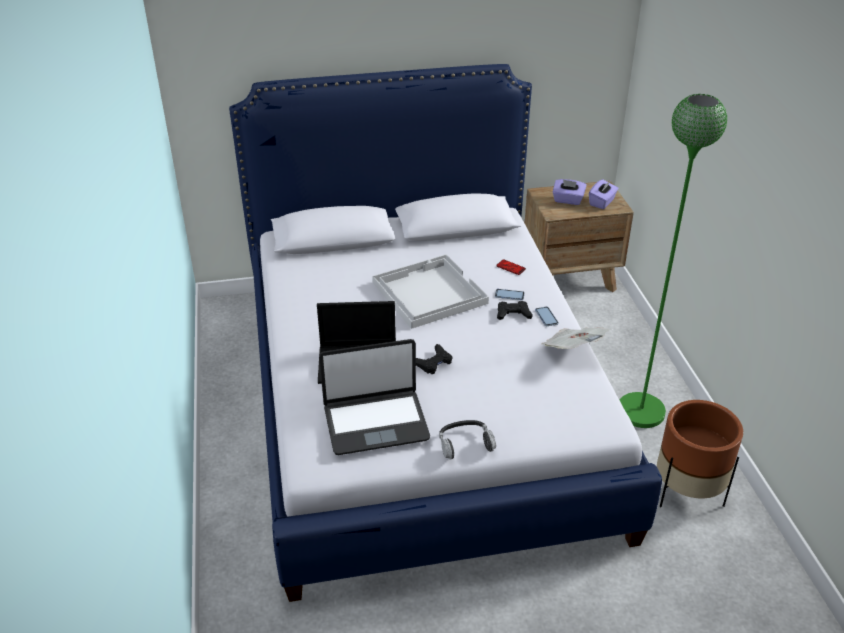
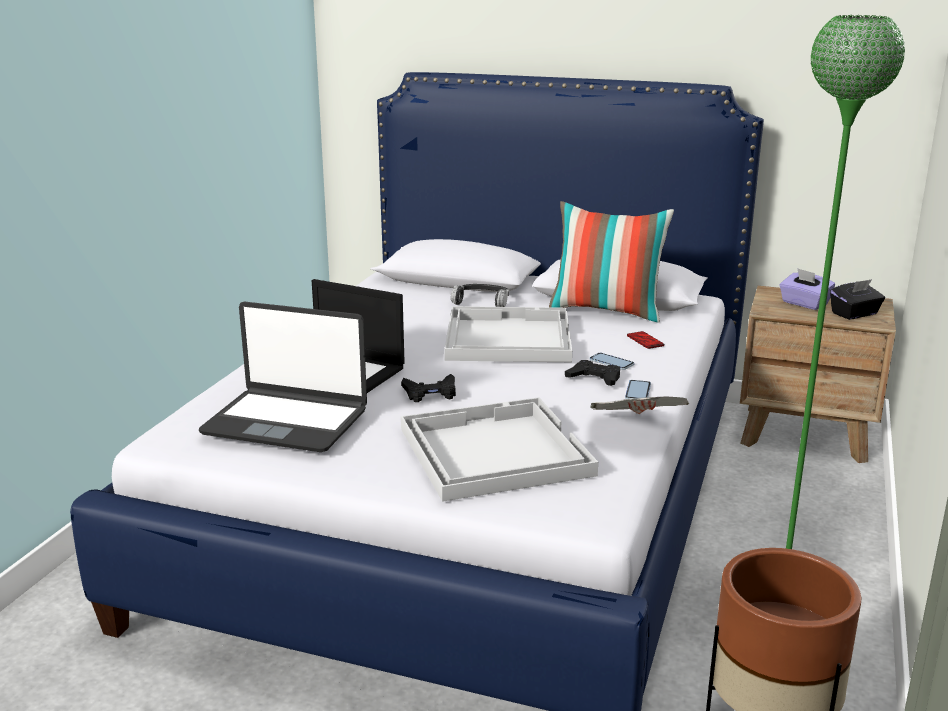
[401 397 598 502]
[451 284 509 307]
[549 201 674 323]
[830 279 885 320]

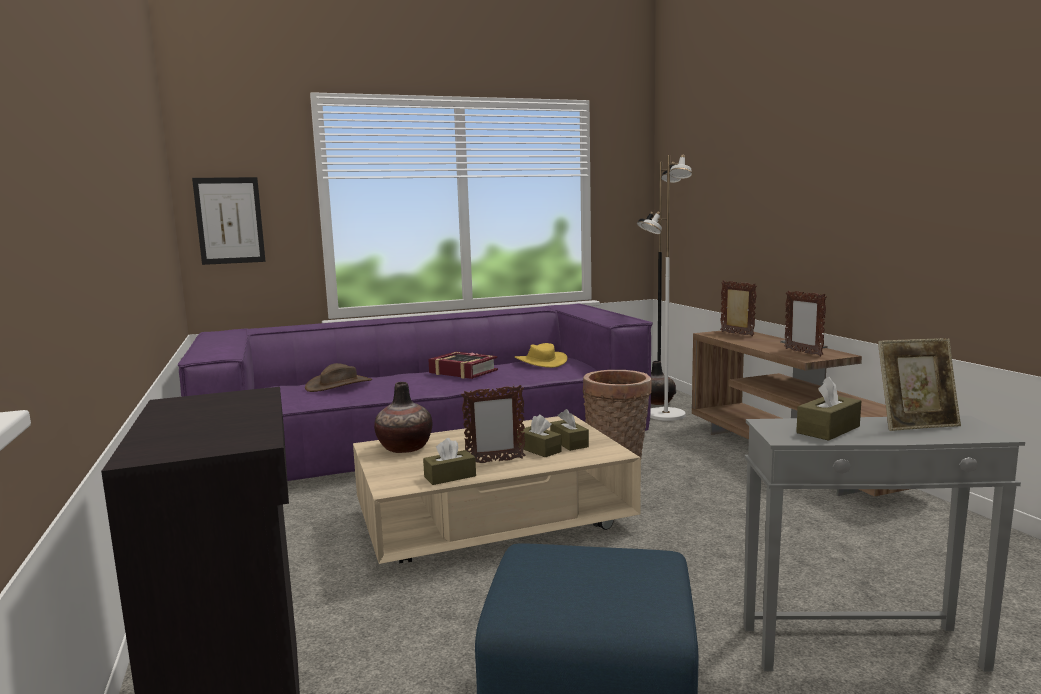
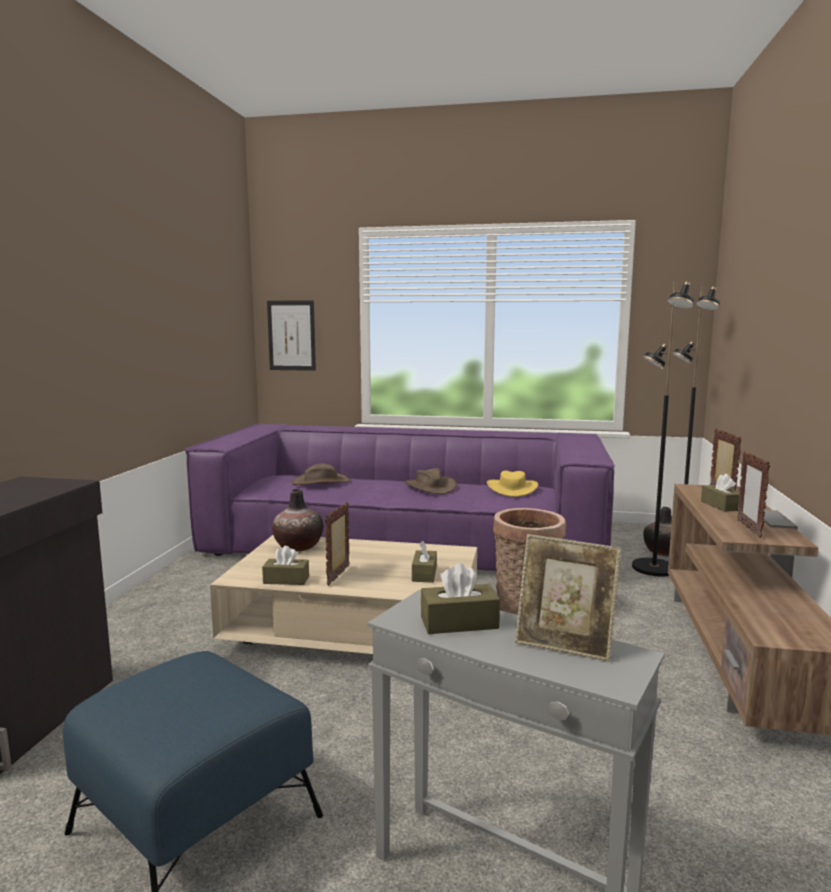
[325 502 349 586]
[404 468 457 494]
[632 282 694 577]
[701 474 740 512]

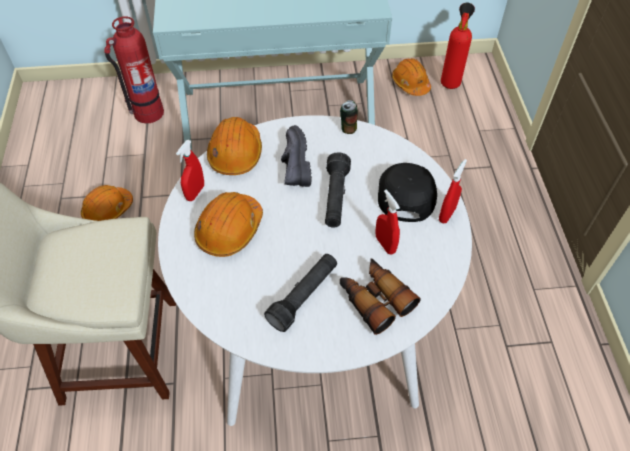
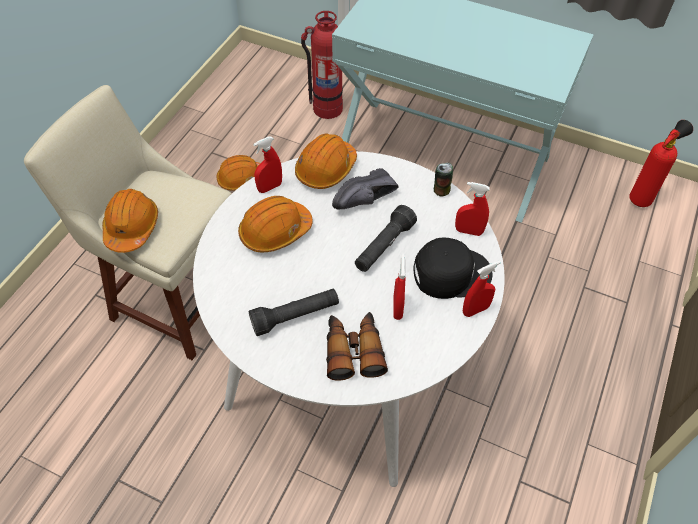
[102 189 158 253]
[332 168 399 210]
[413 238 493 299]
[455 182 490 236]

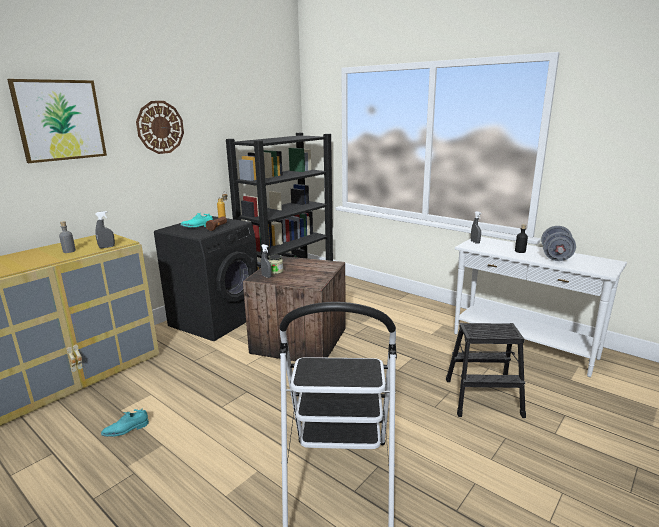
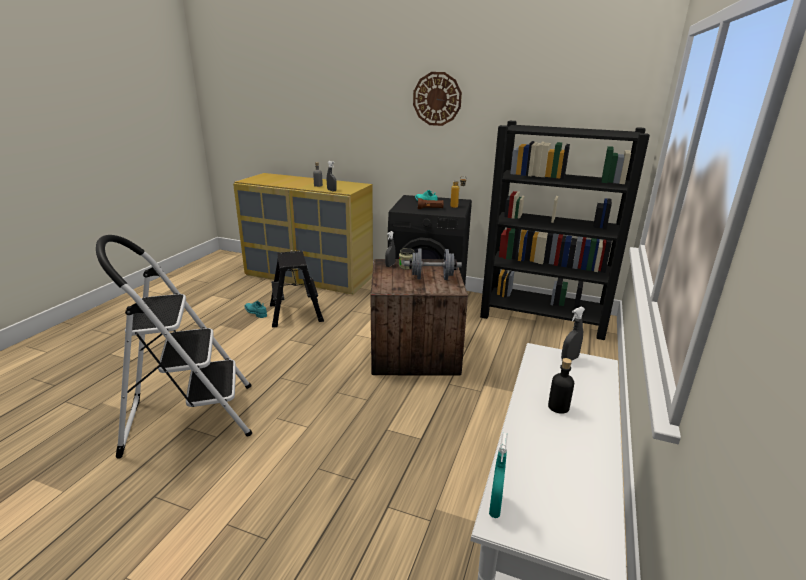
[270 251 324 328]
[404 249 462 280]
[489 433 507 518]
[7 79 107 163] (first image)

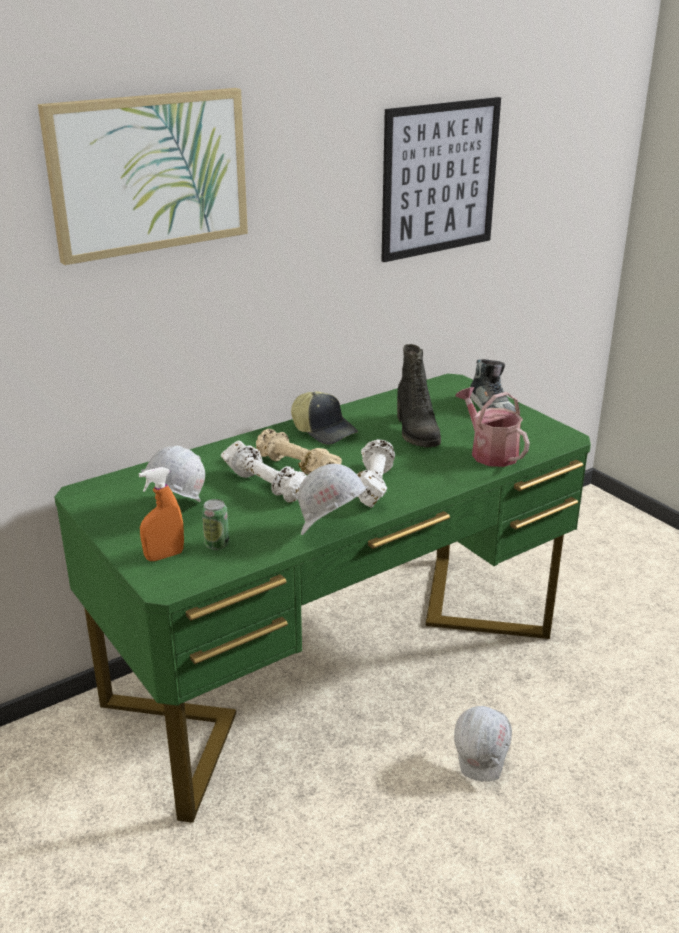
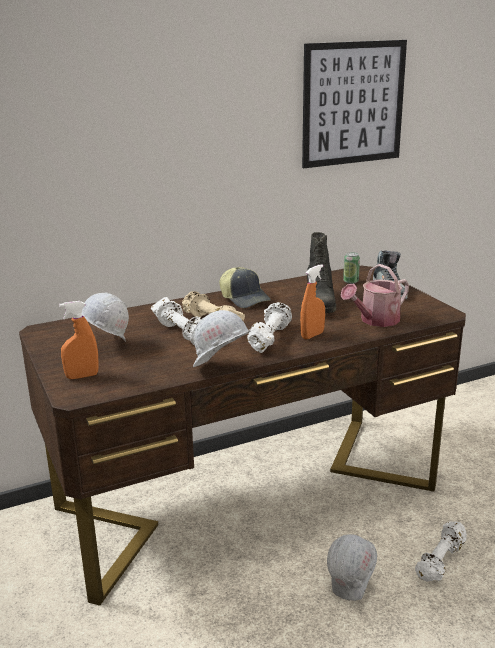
[19 266 466 606]
[300 264 325 339]
[340 264 409 327]
[343 252 360 284]
[415 521 467 582]
[38 88 248 265] (first image)

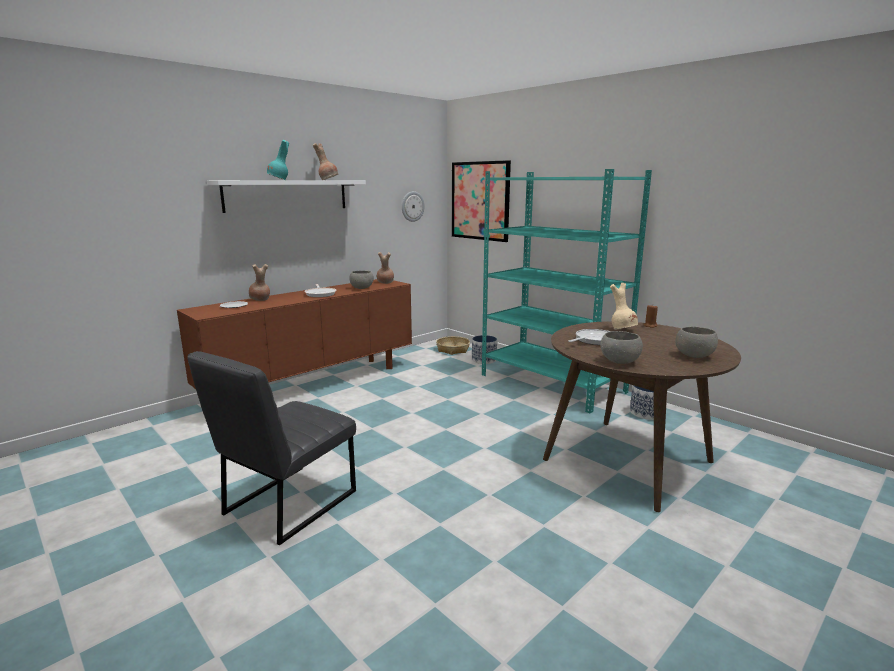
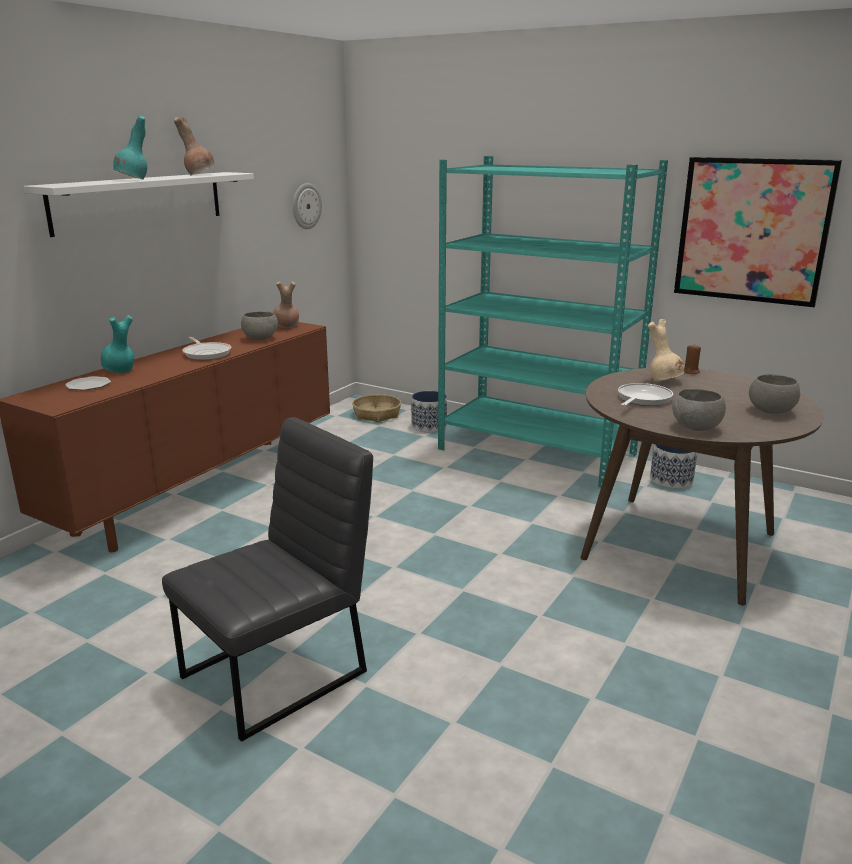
[101 315 135 373]
[162 417 373 742]
[674 157 842 307]

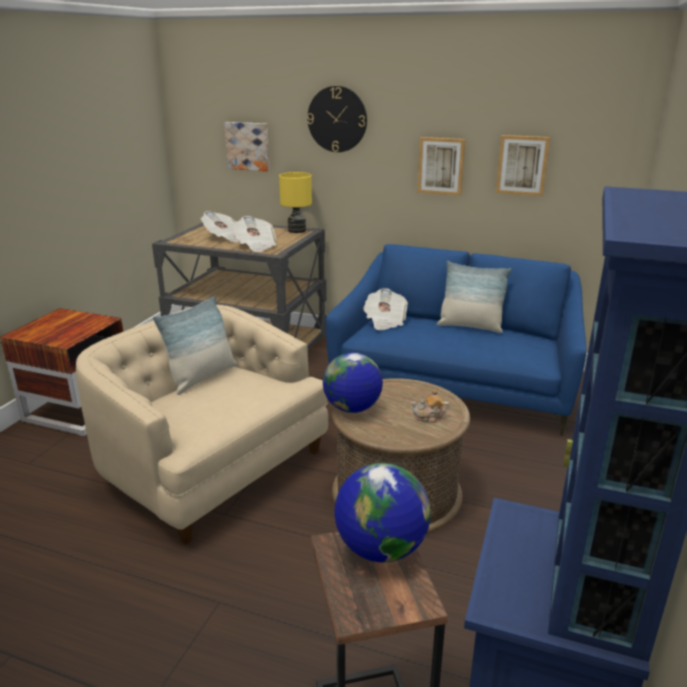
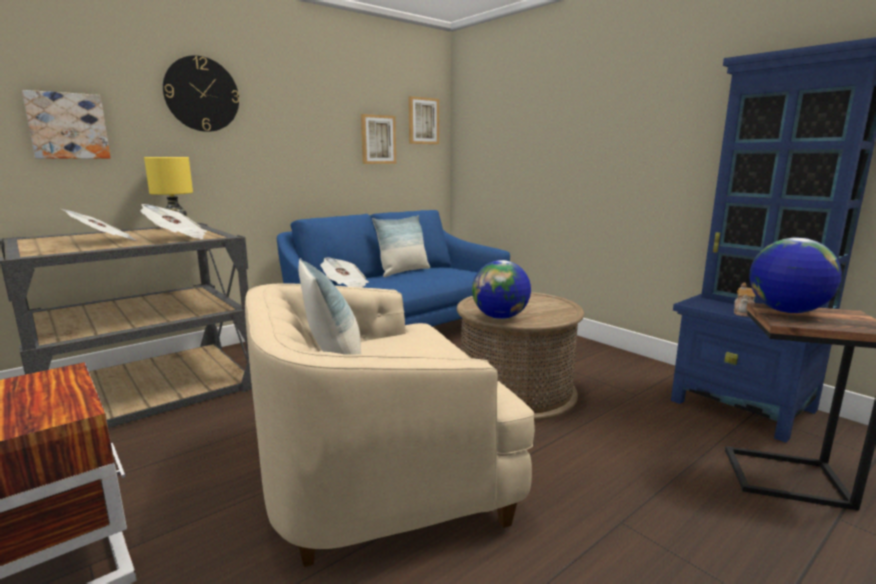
[408 96 439 144]
[734 283 756 317]

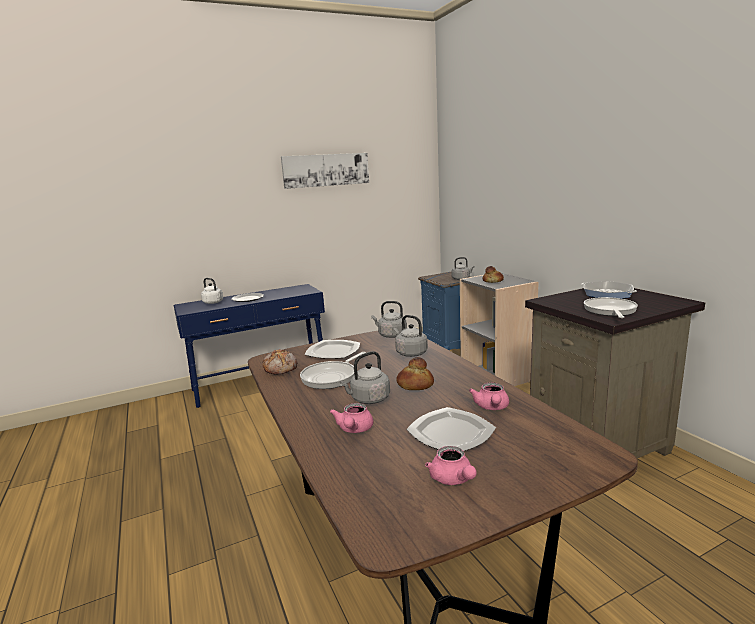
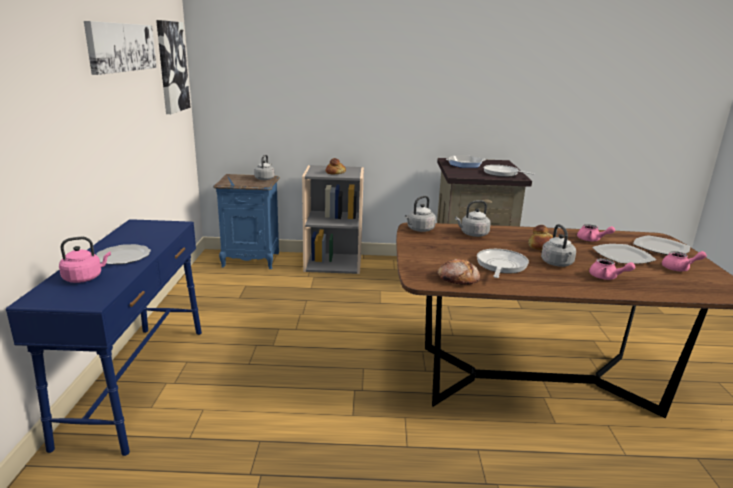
[59 237 111 283]
[156 20 190 114]
[477 249 529 278]
[633 235 690 255]

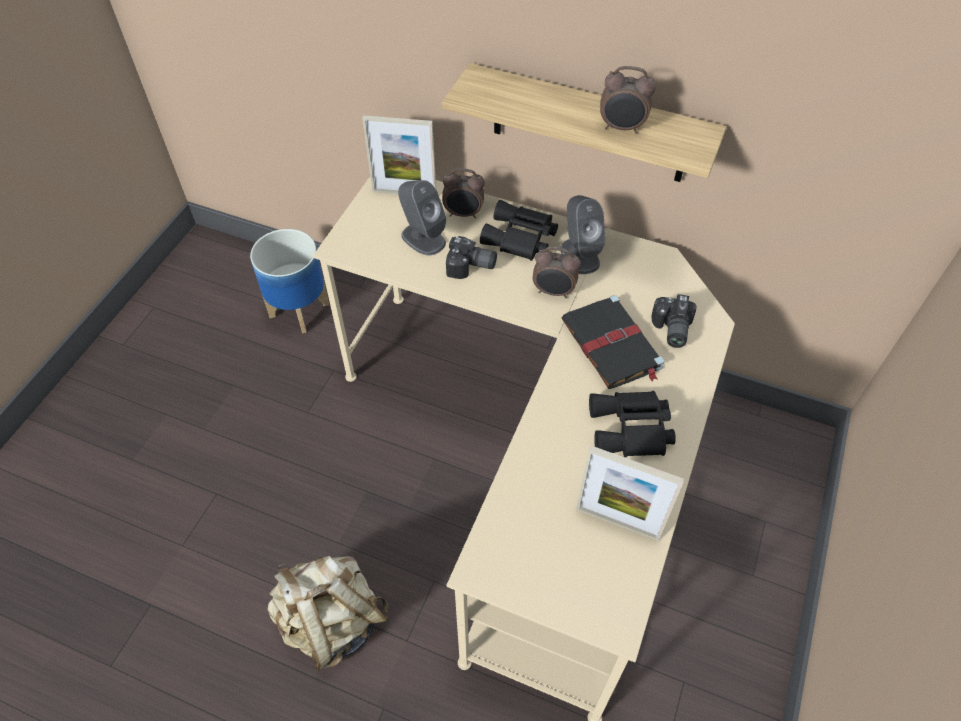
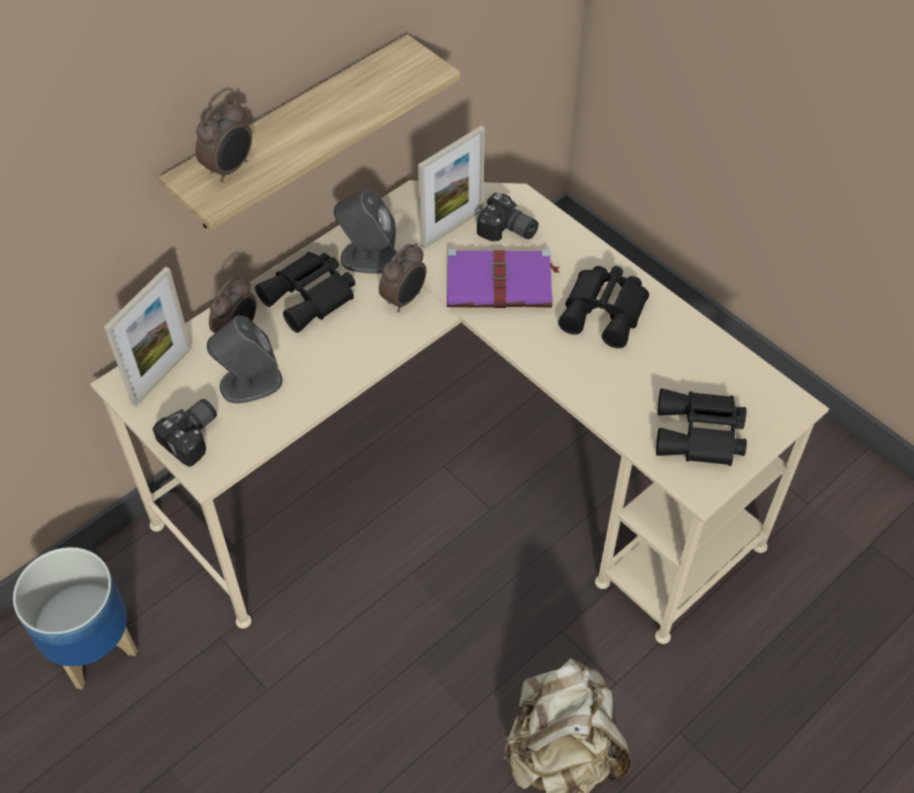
[153 399 217 467]
[195 99 252 182]
[418 125 485 249]
[447 249 559 308]
[656 389 747 466]

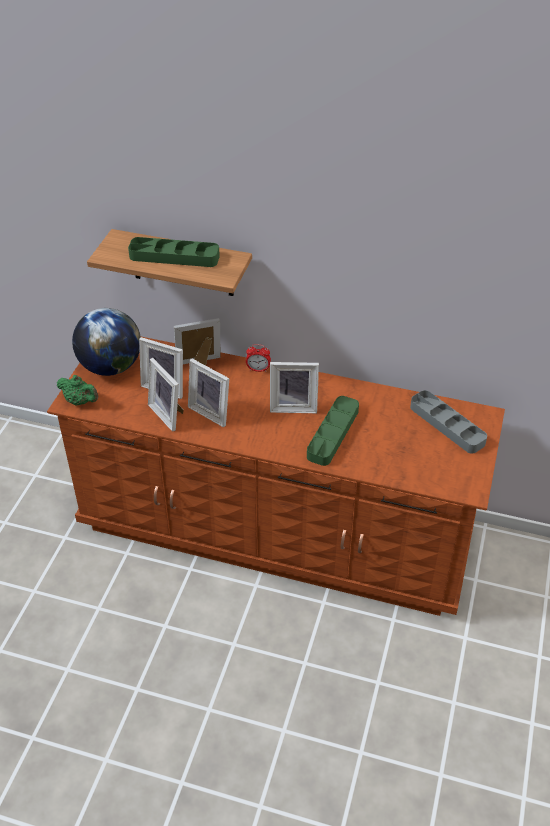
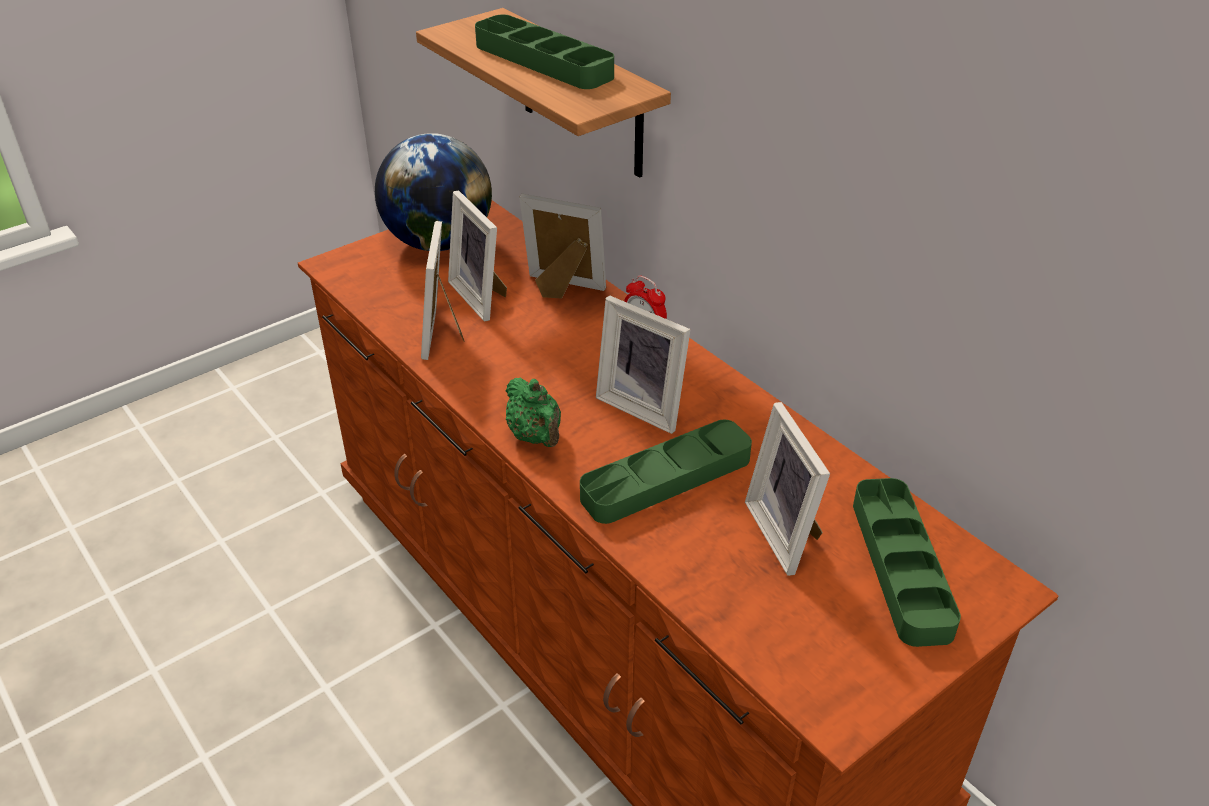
[506 377 561 447]
[745 402 830 576]
[853 478 961 647]

